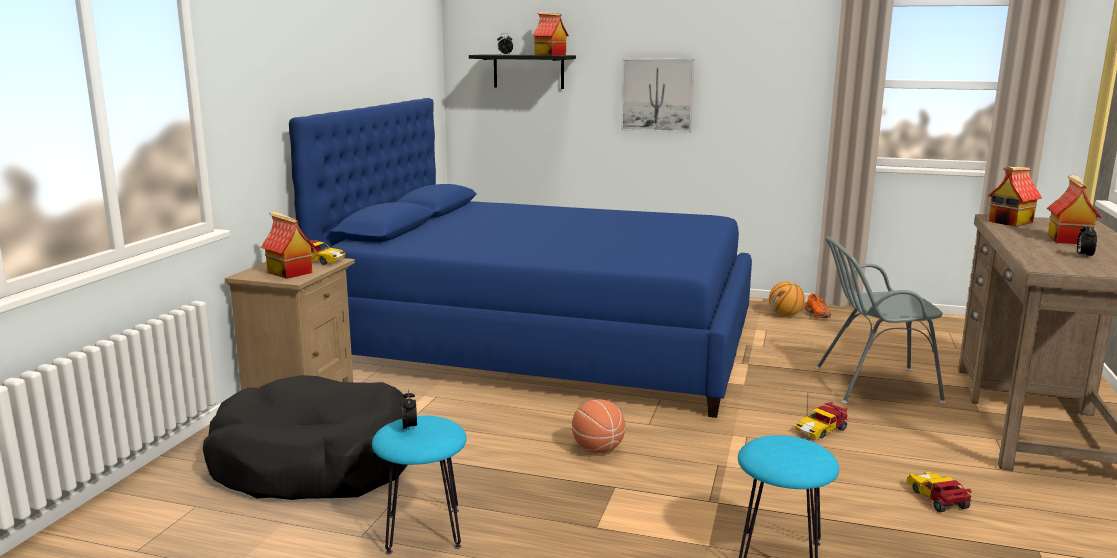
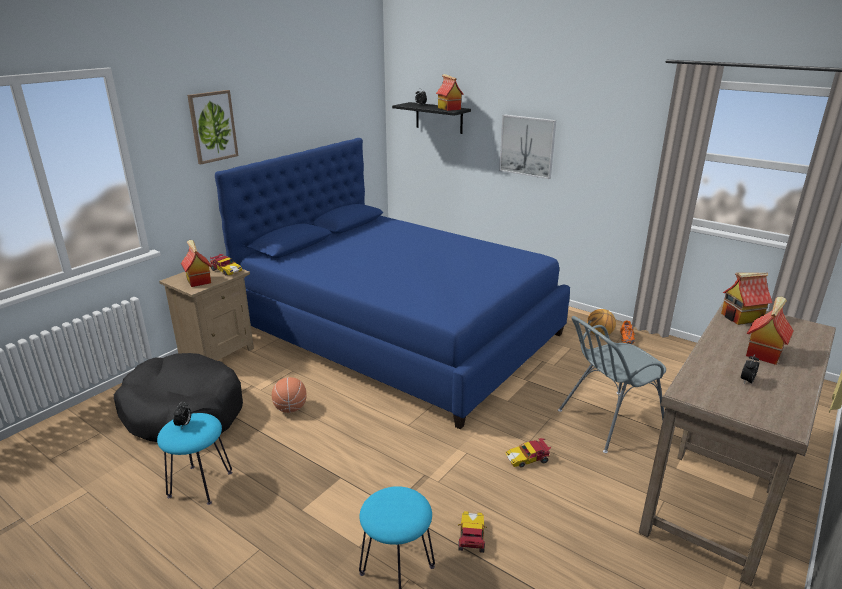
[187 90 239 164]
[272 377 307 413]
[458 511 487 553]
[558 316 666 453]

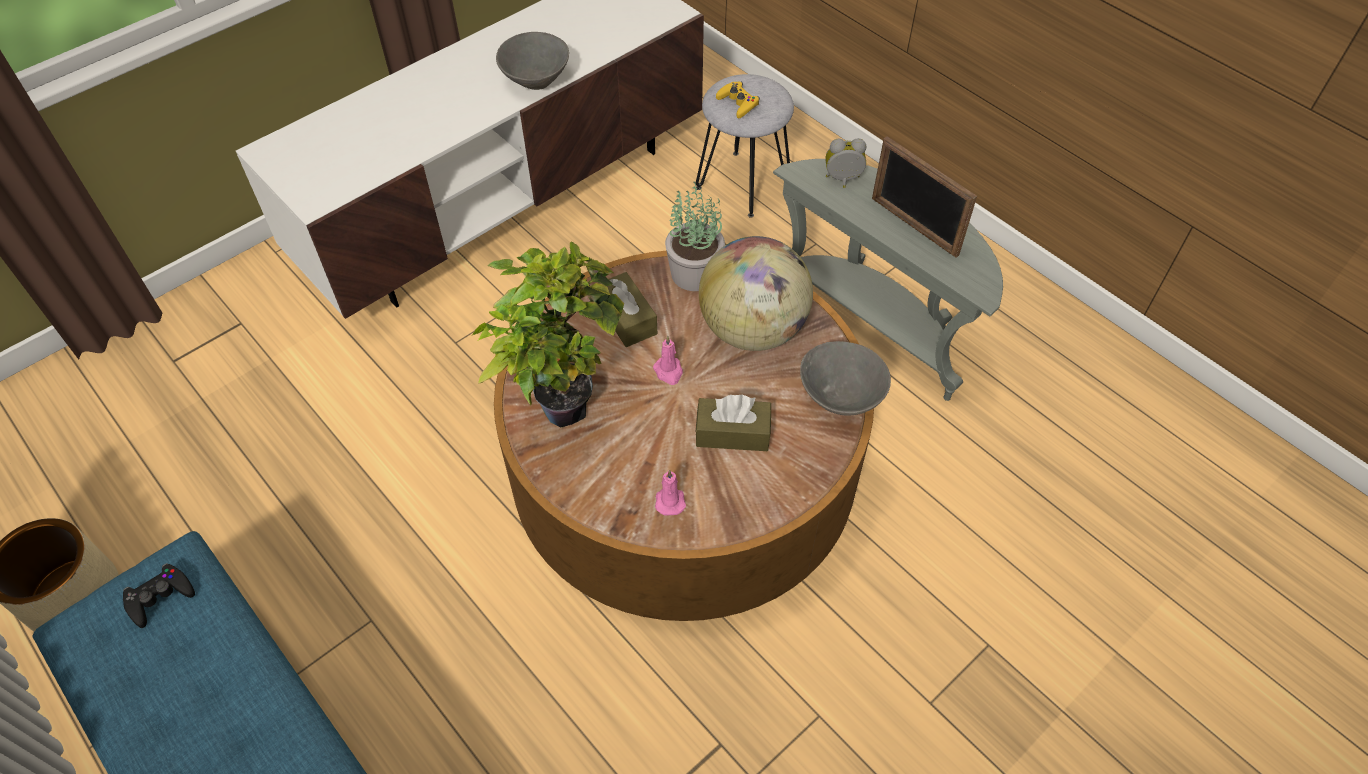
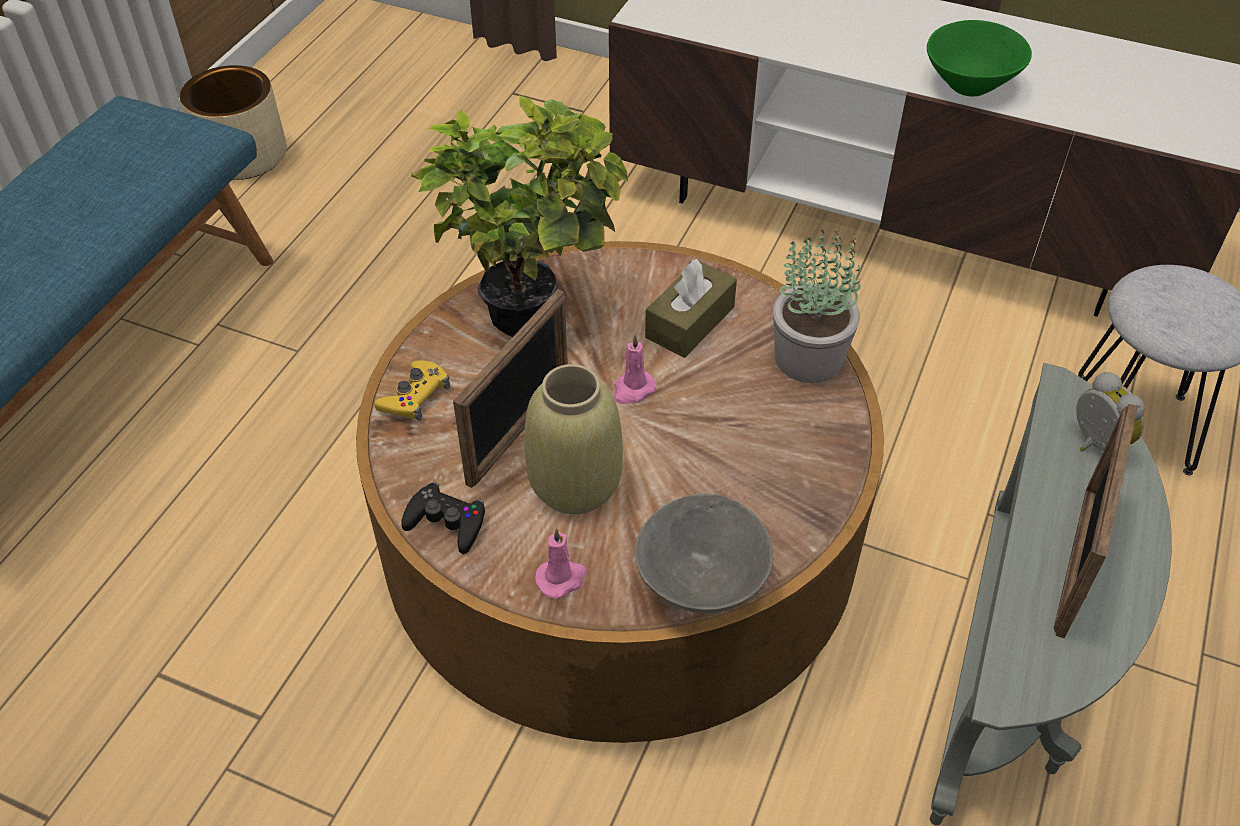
[374 360 450 421]
[401 482 485 554]
[453 289 568 488]
[524 364 623 514]
[535 528 587 598]
[927 20 1032 97]
[699 236 813 351] (first image)

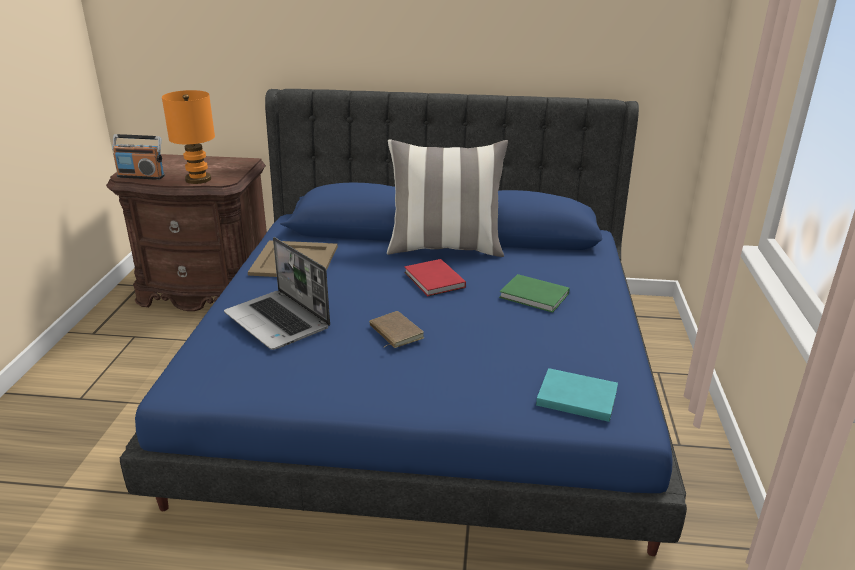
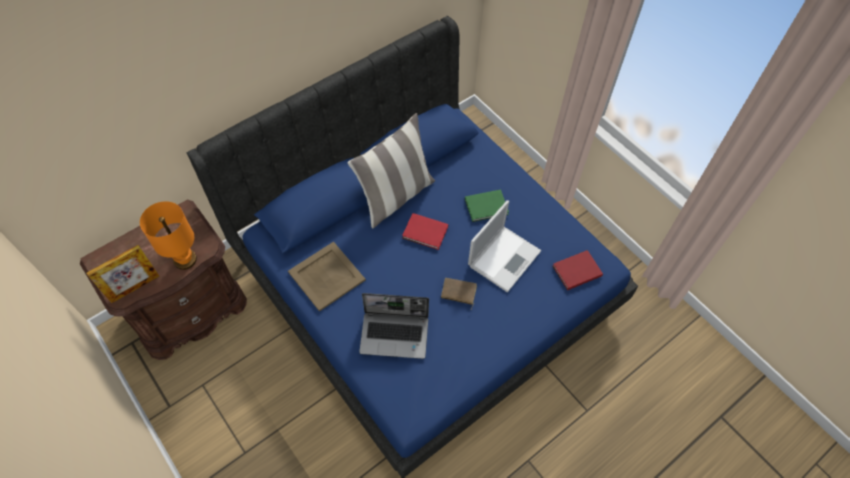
[87 245 159 303]
[468 200 541 292]
[553 250 603 290]

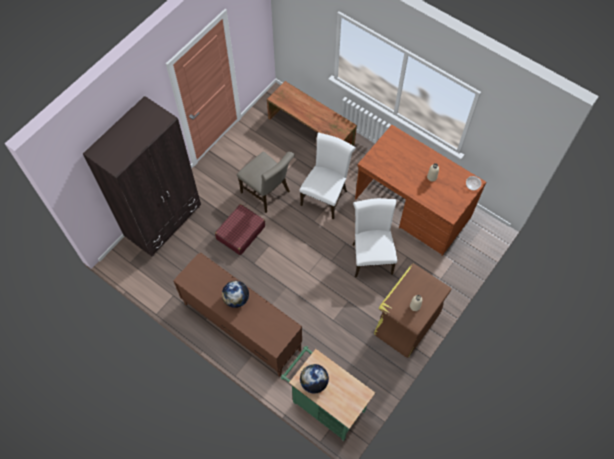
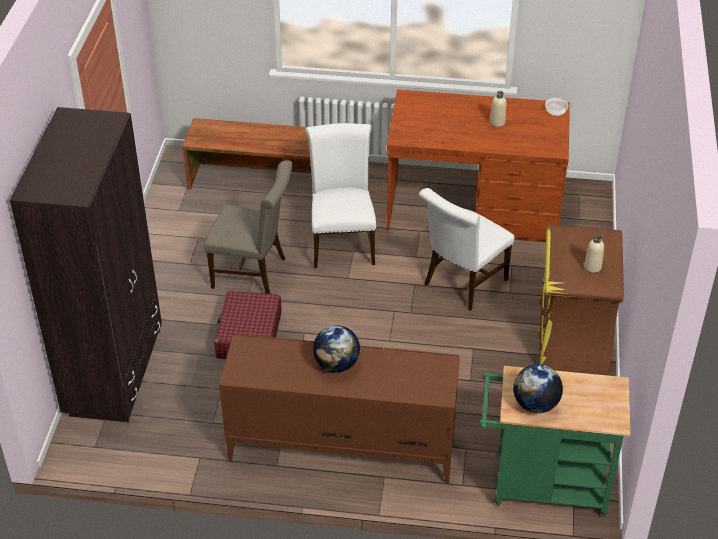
[419 188 514 311]

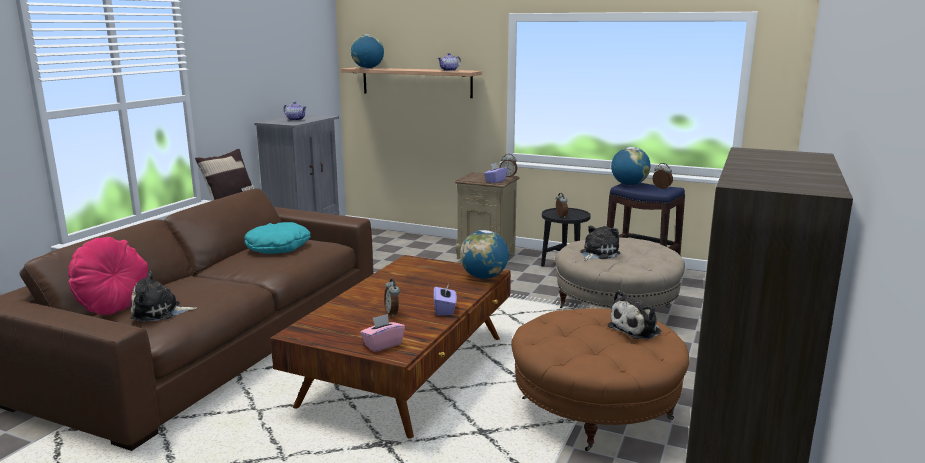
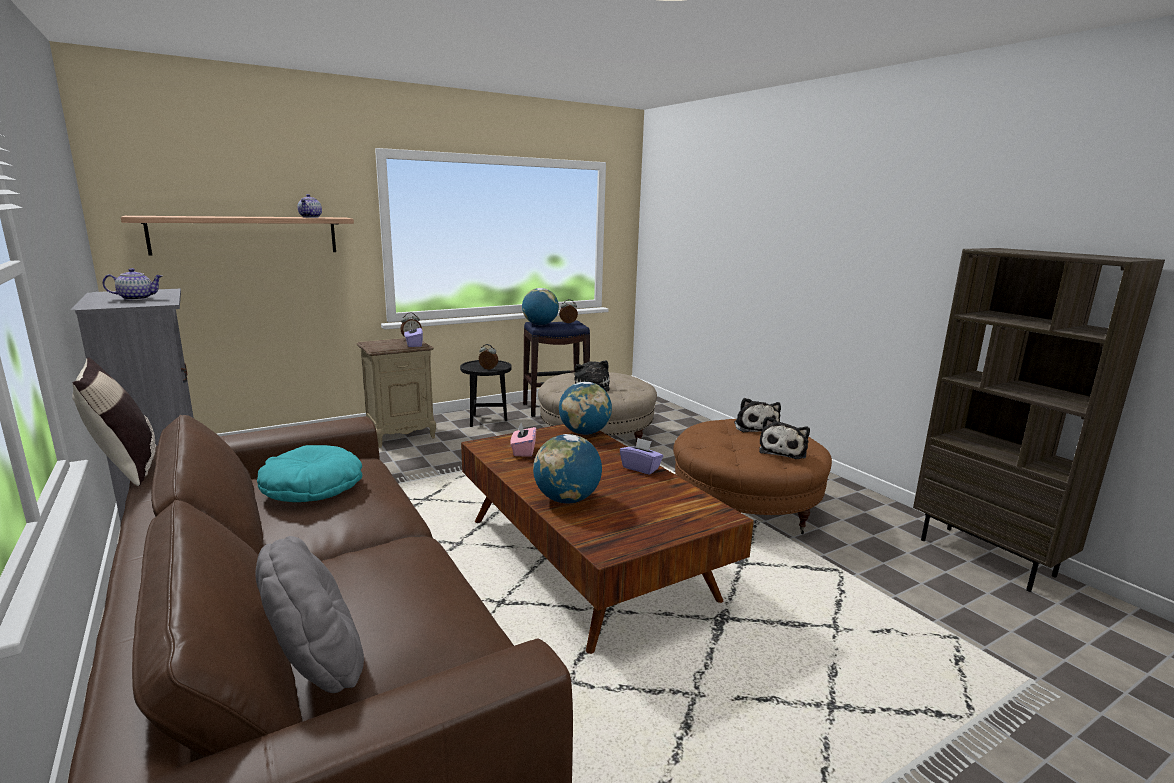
[256 536 364 693]
[511 423 536 457]
[533 434 602 503]
[759 416 810 459]
[384 279 400 317] (first image)

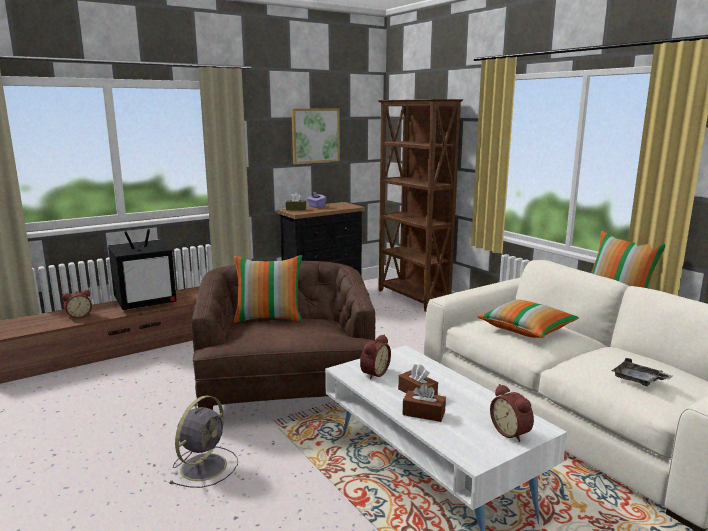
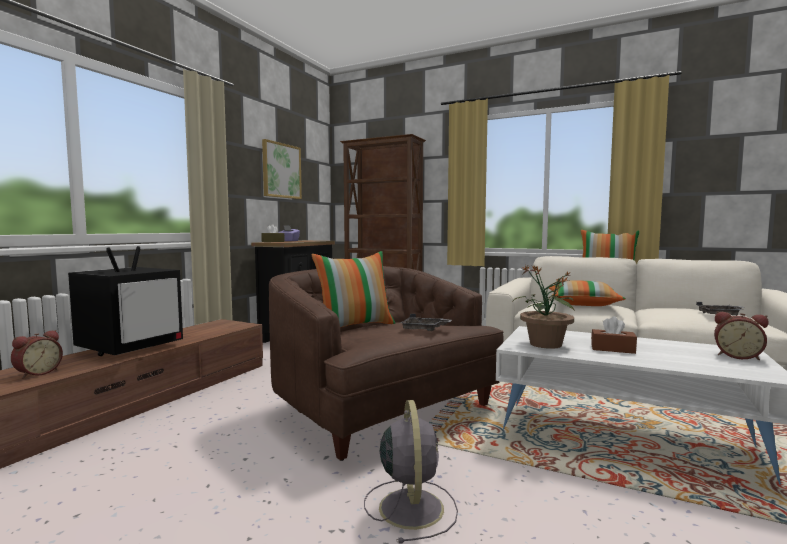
[400 314 452 331]
[513 265 575 349]
[403 384 446 422] (first image)

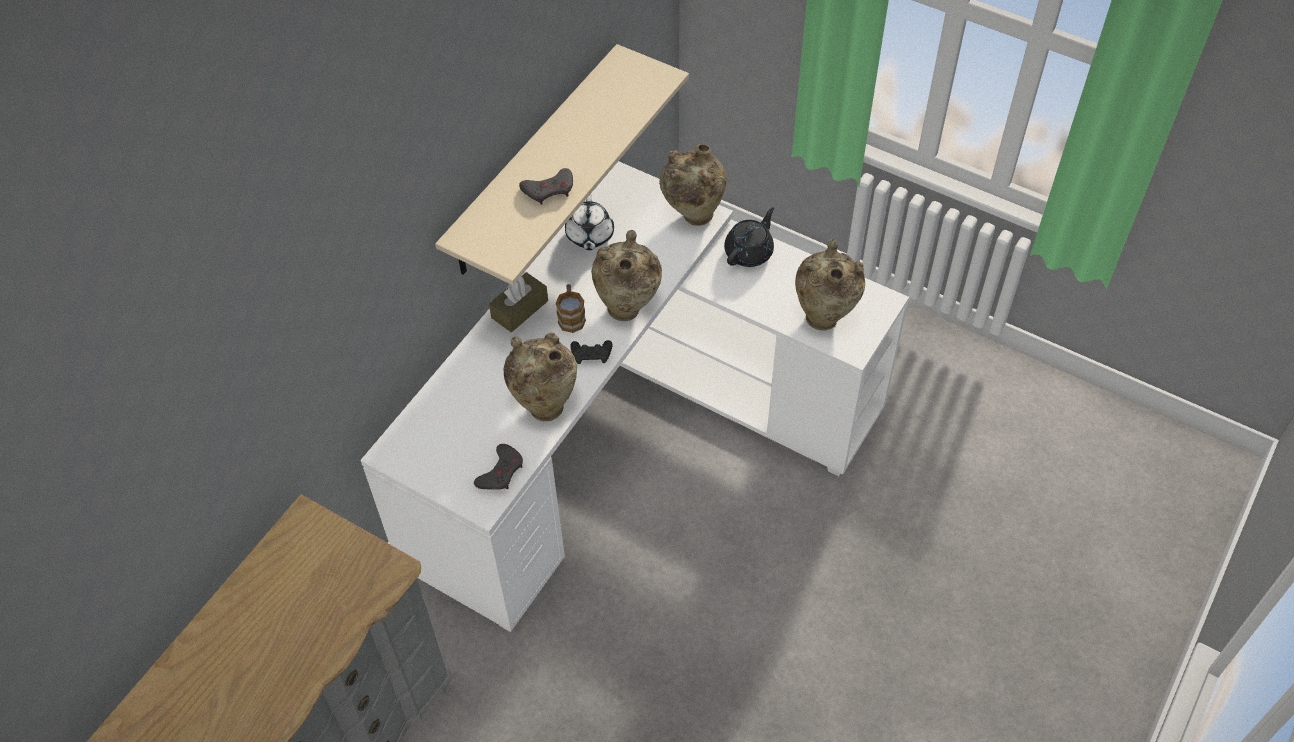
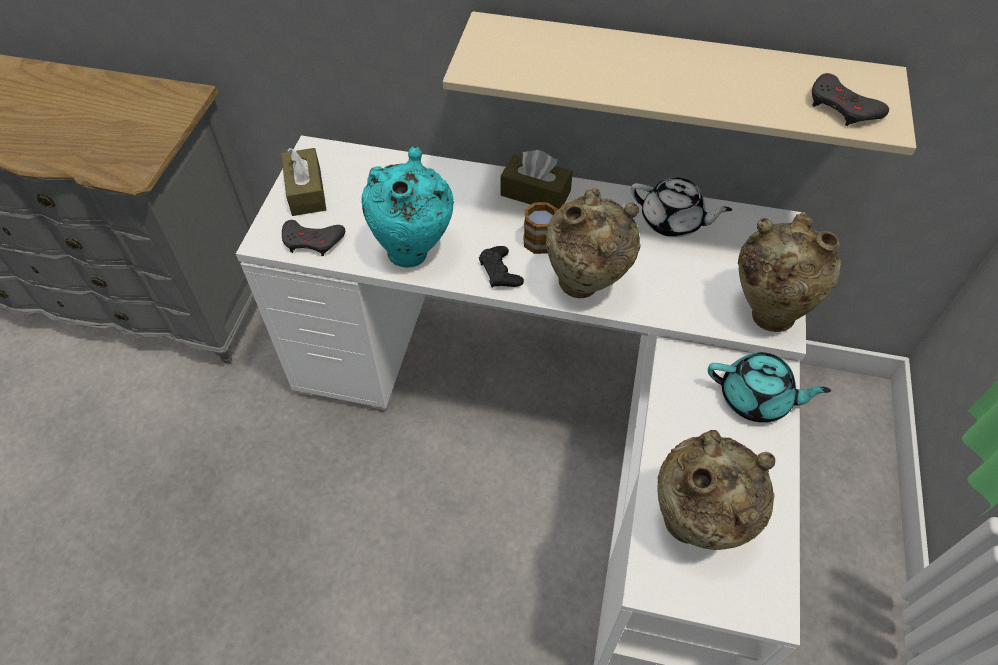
[281 148 326 216]
[361 146 454 268]
[631 177 732 237]
[708 352 831 423]
[812 73 889 126]

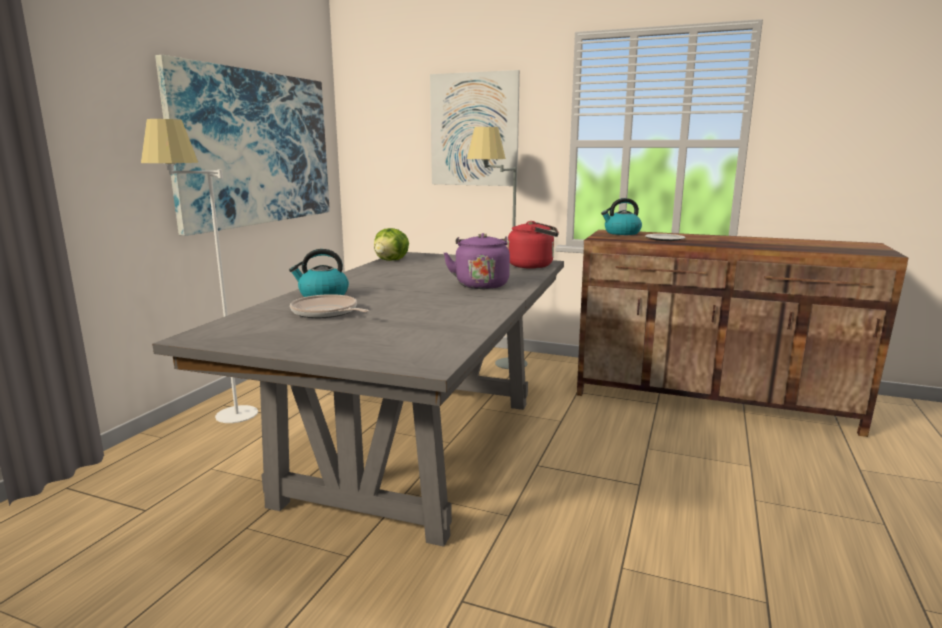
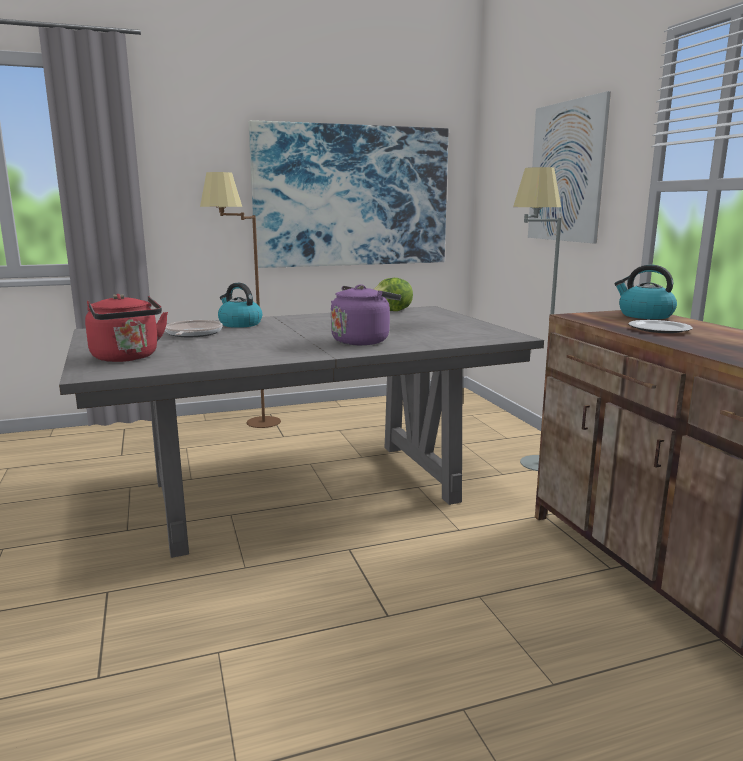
[85 294 168 362]
[200 172 281 428]

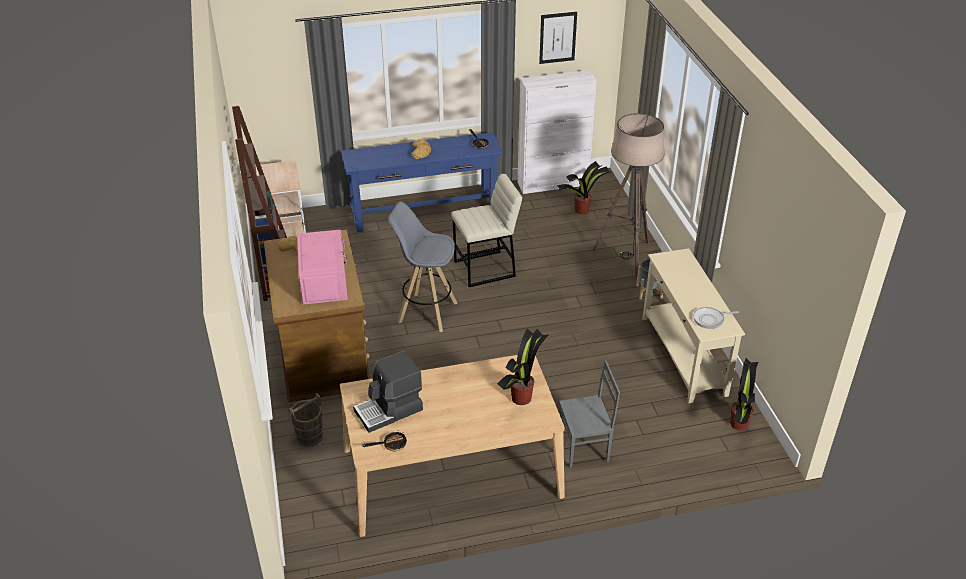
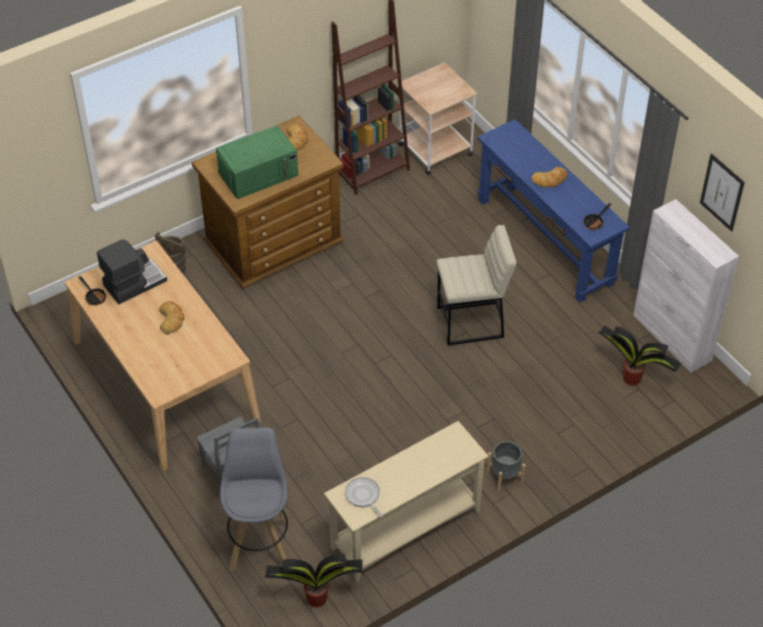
[97 239 167 304]
[159 301 185 334]
[216 125 298 199]
[220 427 290 572]
[437 225 516 346]
[497 329 549 405] (first image)
[593 113 664 277] (first image)

